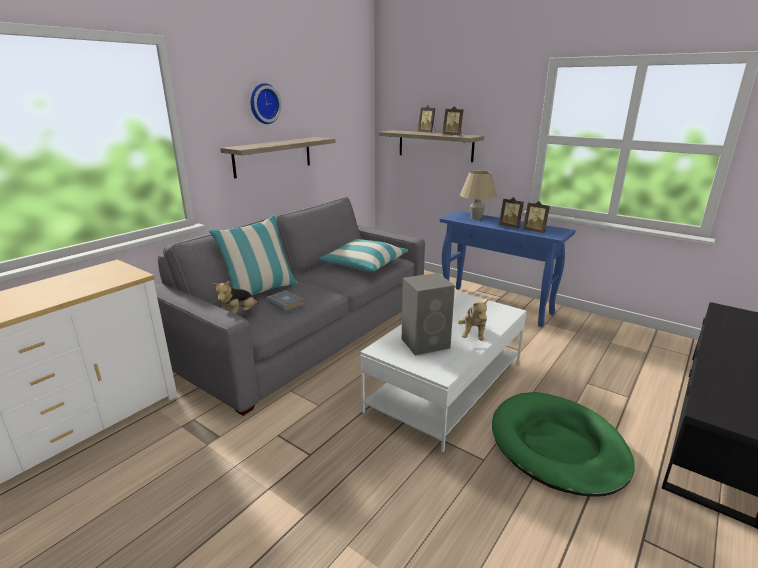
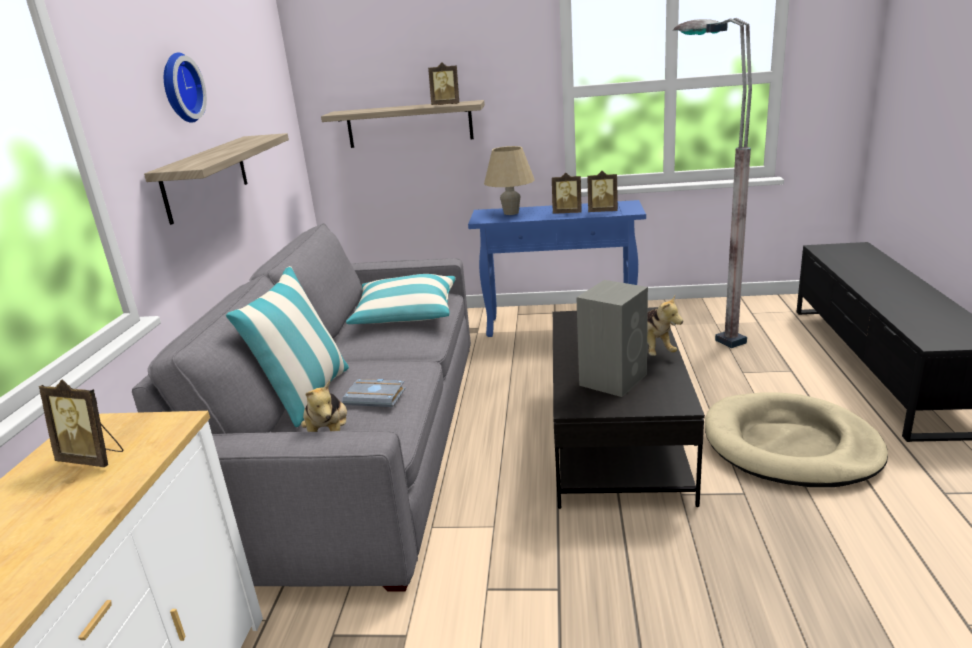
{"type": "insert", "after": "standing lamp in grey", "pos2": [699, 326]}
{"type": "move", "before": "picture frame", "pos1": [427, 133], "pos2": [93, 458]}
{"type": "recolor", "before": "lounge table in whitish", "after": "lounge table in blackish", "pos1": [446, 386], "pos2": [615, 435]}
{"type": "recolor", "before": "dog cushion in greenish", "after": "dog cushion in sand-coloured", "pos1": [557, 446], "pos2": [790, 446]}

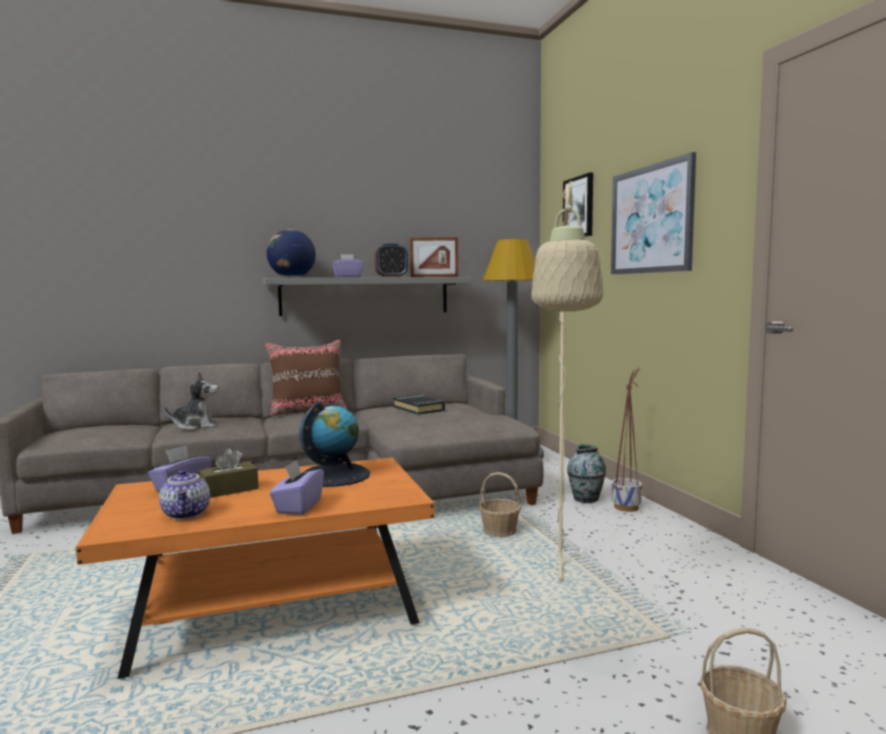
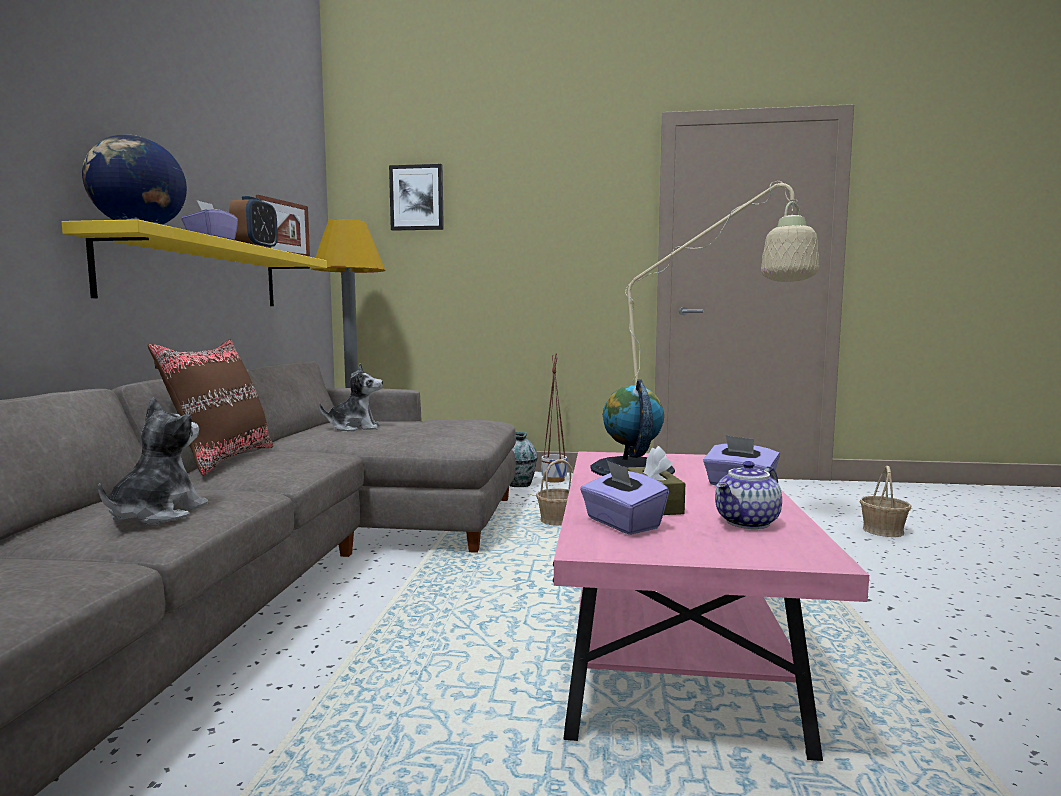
{"type": "delete", "before": "wall art", "pos1": [651, 219]}
{"type": "replace", "before": "bound book in blackish", "after": "cuddly toy", "pos1": [419, 409], "pos2": [355, 428]}
{"type": "recolor", "before": "lounge table in orange", "after": "lounge table in pink", "pos1": [274, 612], "pos2": [670, 644]}
{"type": "recolor", "before": "bracket shelf in grey", "after": "bracket shelf in yellowish", "pos1": [365, 296], "pos2": [199, 274]}
{"type": "rotate", "before": "teapot", "pos1": [187, 514], "pos2": [748, 523], "turn": 135}

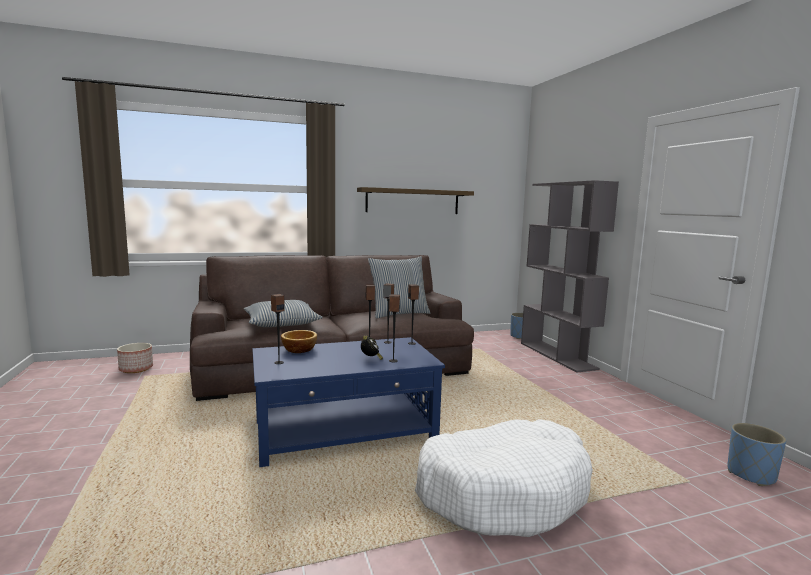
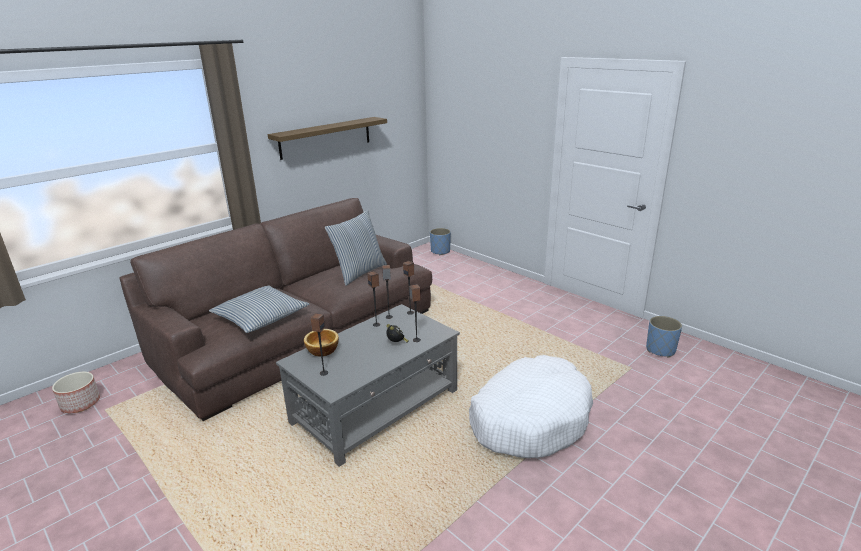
{"type": "delete", "before": "bookcase in grey", "pos1": [557, 355]}
{"type": "recolor", "before": "lounge table in blue", "after": "lounge table in grey", "pos1": [345, 431], "pos2": [377, 406]}

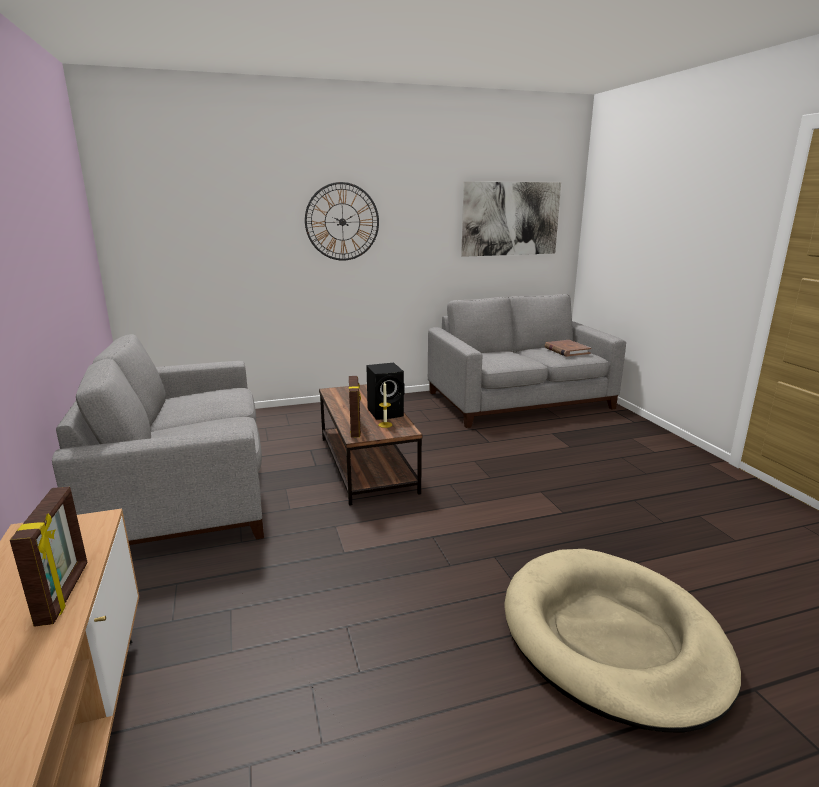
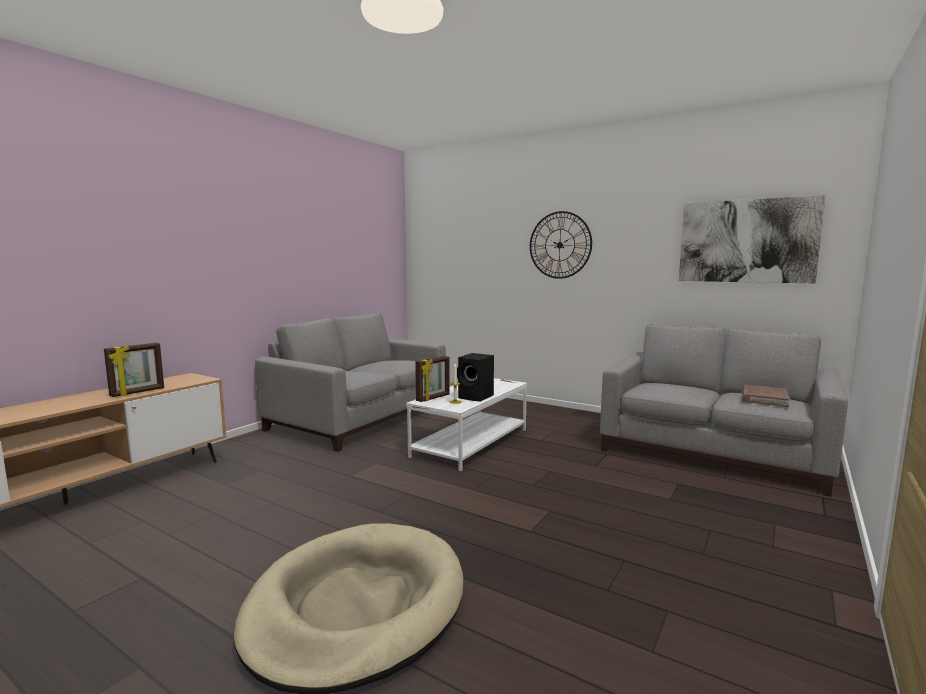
{"type": "recolor", "before": "lounge table in brown", "after": "lounge table in whitish", "pos1": [366, 464], "pos2": [471, 442]}

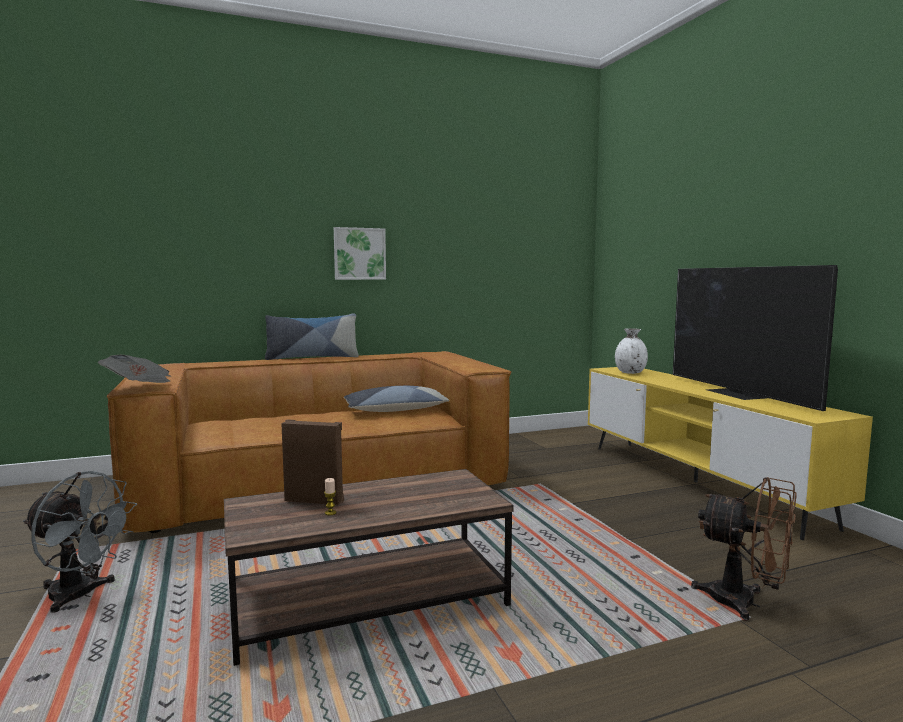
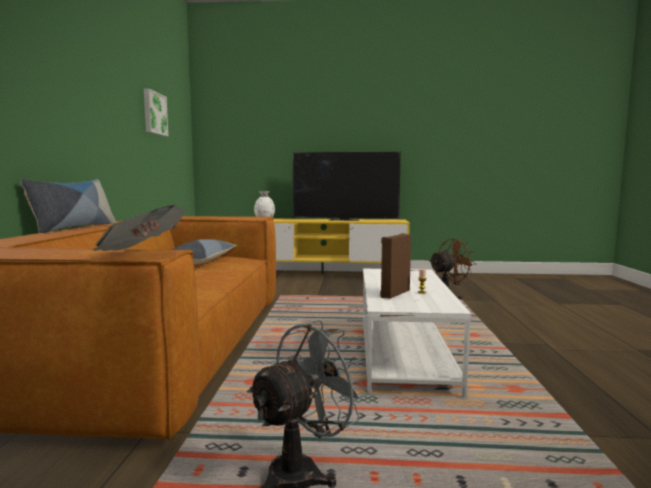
{"type": "move", "before": "wall art", "pos1": [359, 254], "pos2": [154, 113]}
{"type": "recolor", "before": "lounge table in brown", "after": "lounge table in whitish", "pos1": [369, 601], "pos2": [403, 355]}

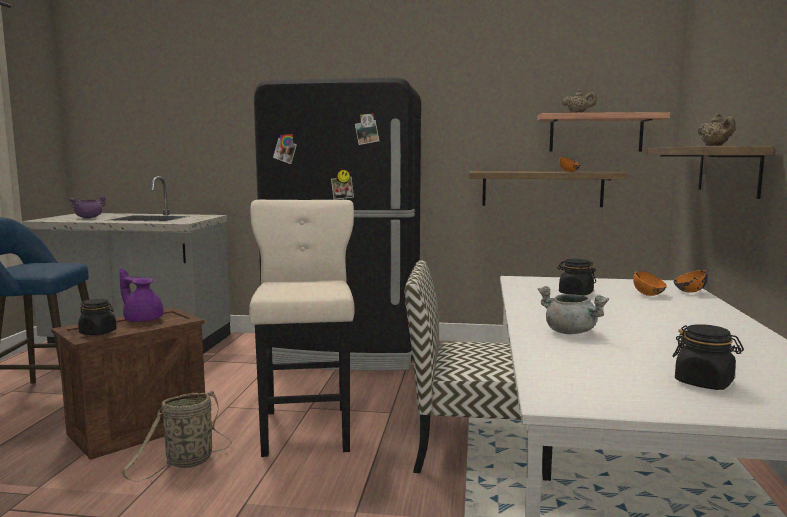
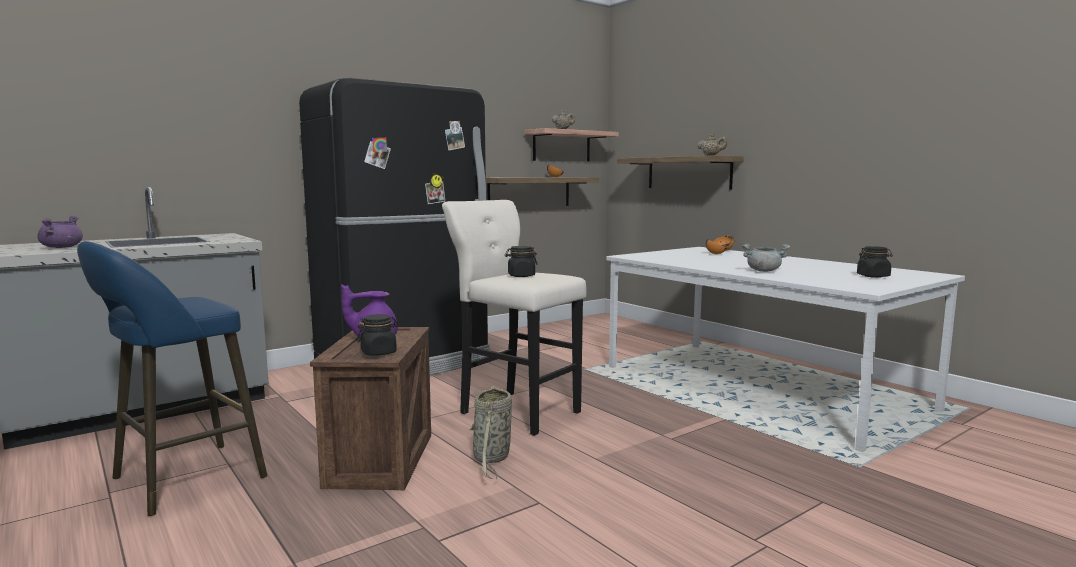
{"type": "delete", "before": "plain chair", "pos1": [476, 448]}
{"type": "move", "before": "storage jar in blackish", "pos1": [575, 293], "pos2": [521, 276]}

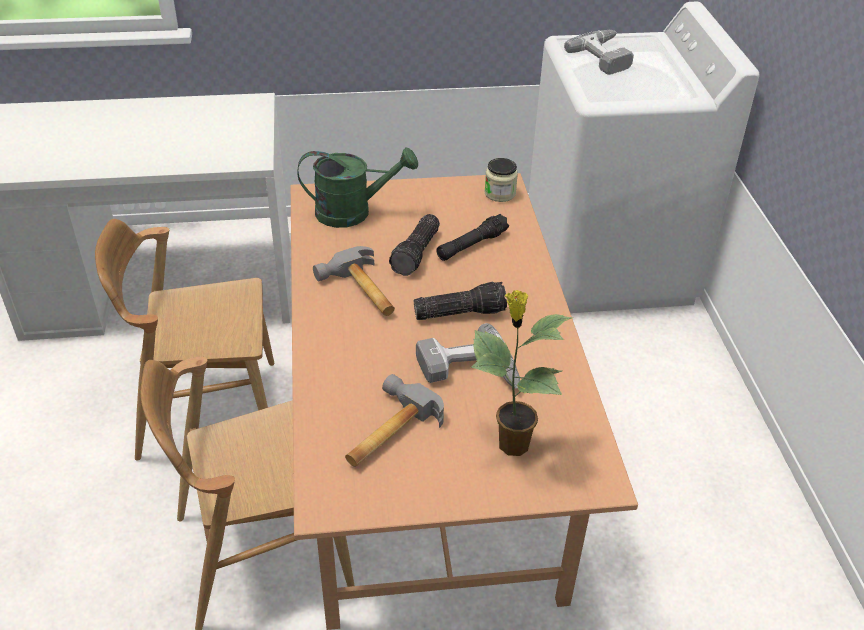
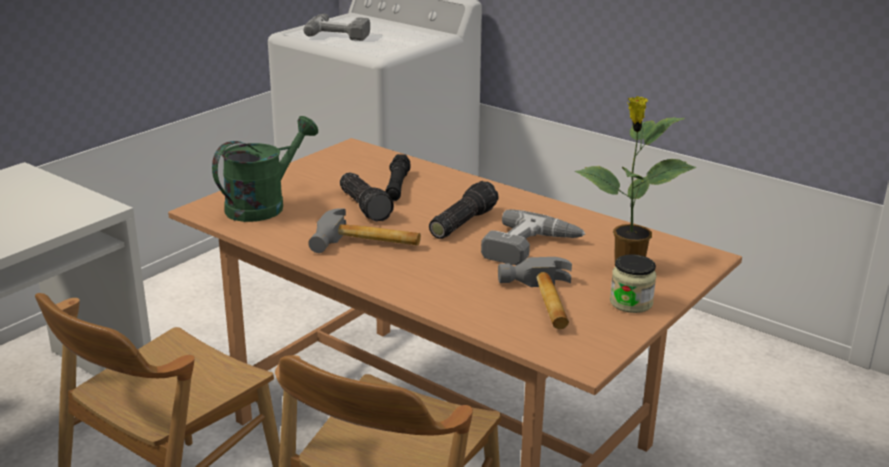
{"type": "move", "before": "storage jar", "pos1": [500, 193], "pos2": [631, 303]}

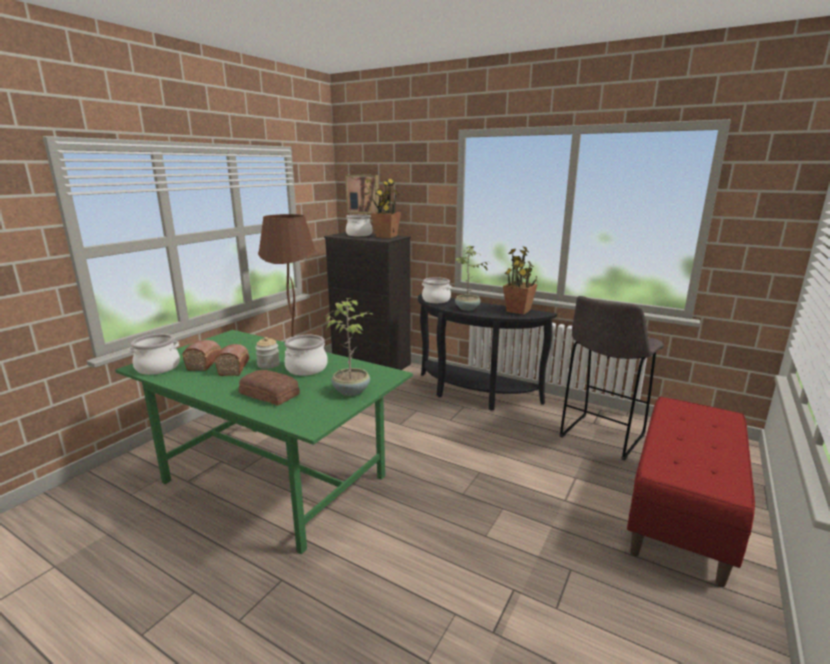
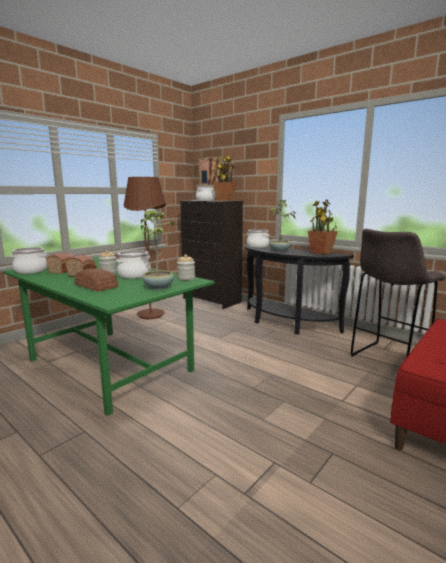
{"type": "insert", "after": "storage jar", "pos2": [186, 278]}

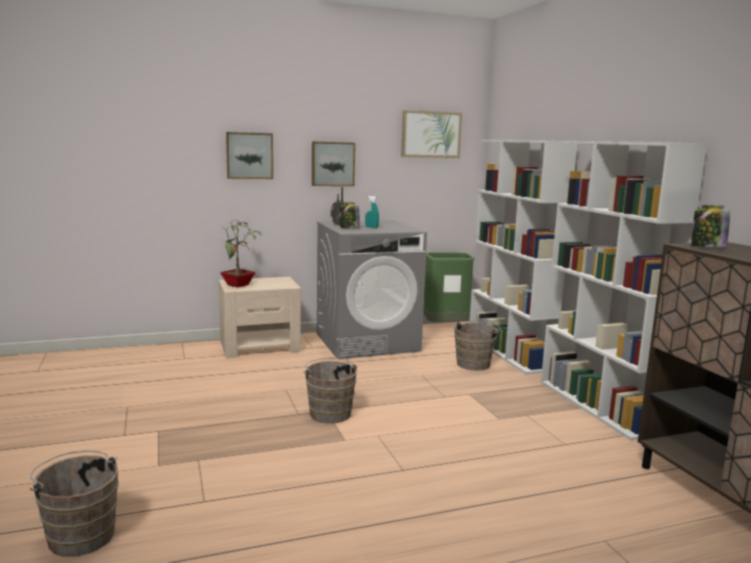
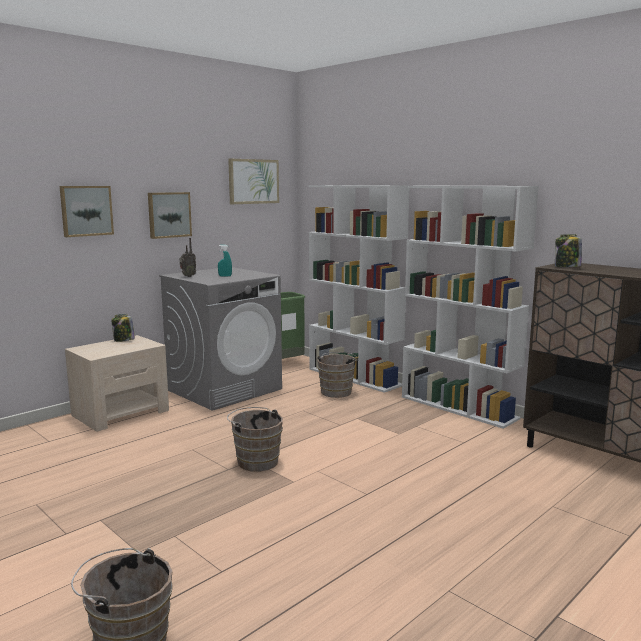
{"type": "delete", "before": "houseplant", "pos1": [239, 285]}
{"type": "move", "before": "storage jar", "pos1": [349, 228], "pos2": [123, 340]}

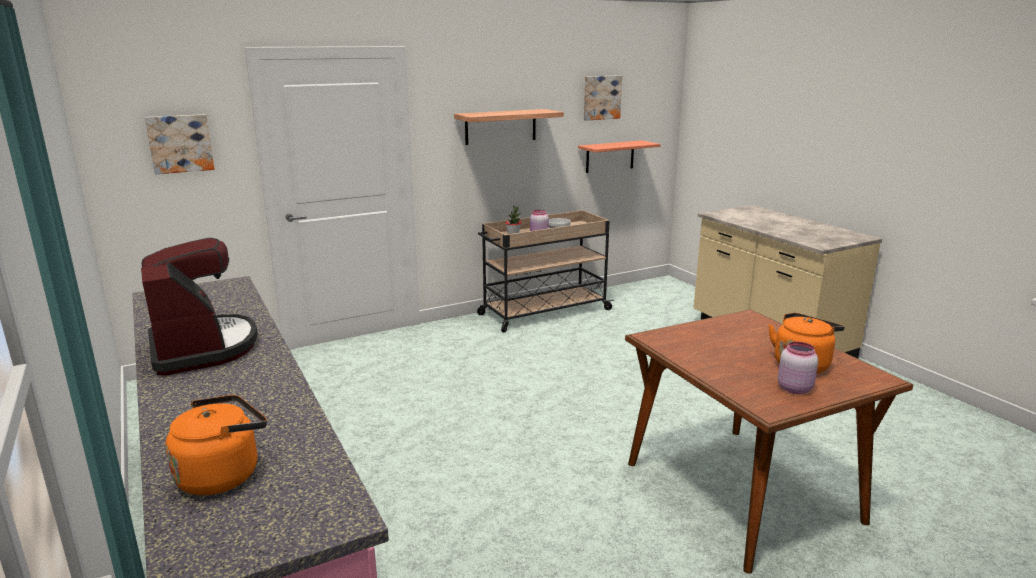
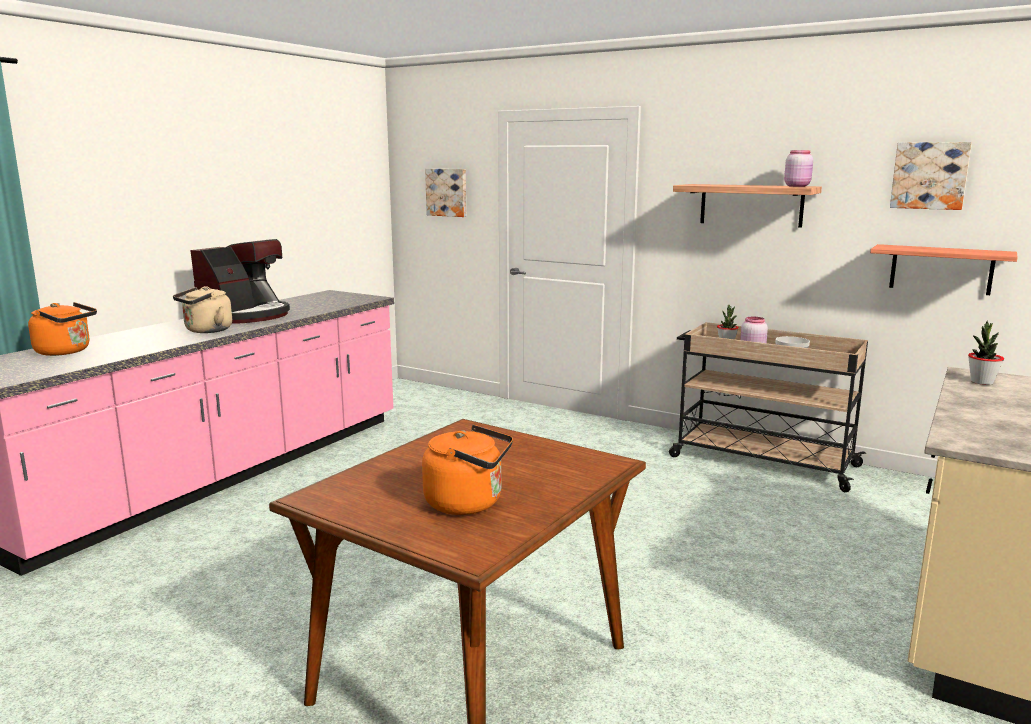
{"type": "insert", "after": "water kettle in sand-coloured", "pos2": [206, 331]}
{"type": "insert", "after": "houseplant", "pos2": [981, 382]}
{"type": "move", "before": "storage jar in pink", "pos1": [793, 388], "pos2": [797, 186]}

